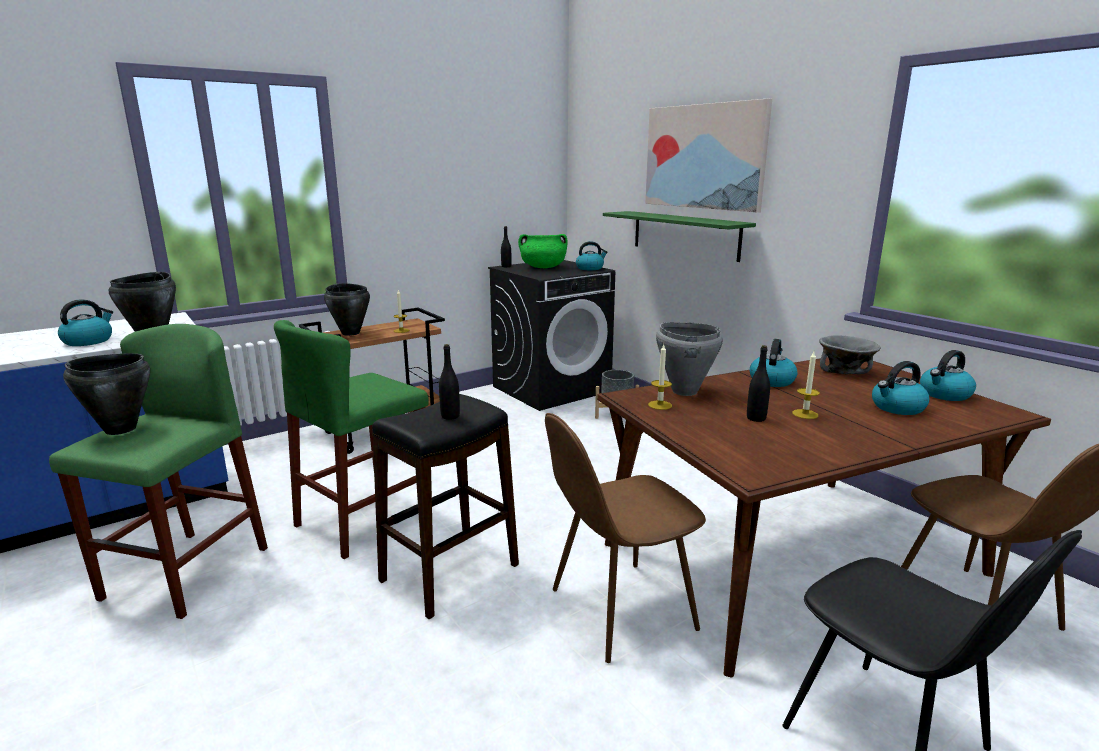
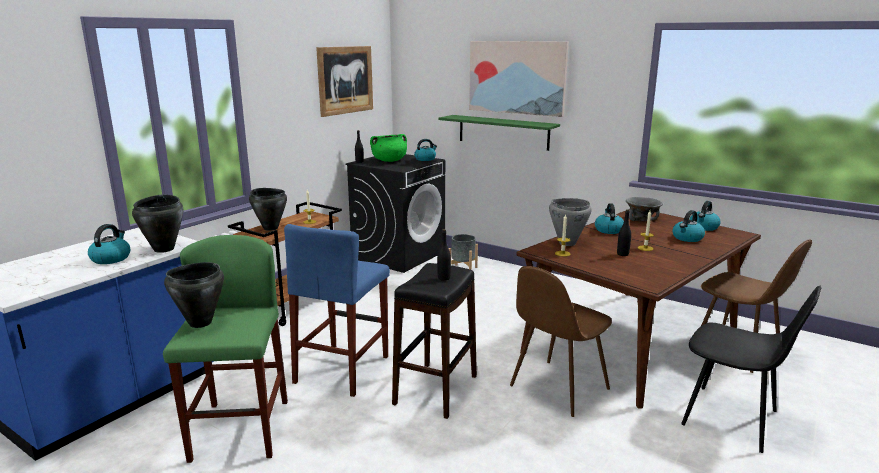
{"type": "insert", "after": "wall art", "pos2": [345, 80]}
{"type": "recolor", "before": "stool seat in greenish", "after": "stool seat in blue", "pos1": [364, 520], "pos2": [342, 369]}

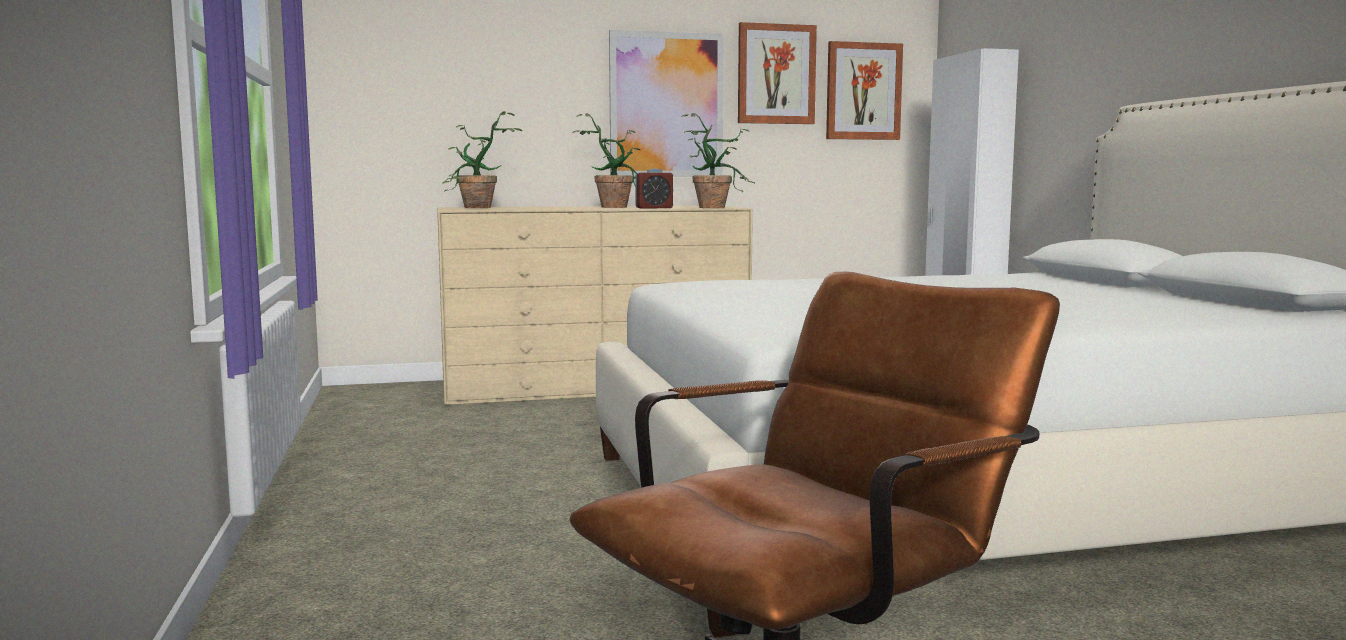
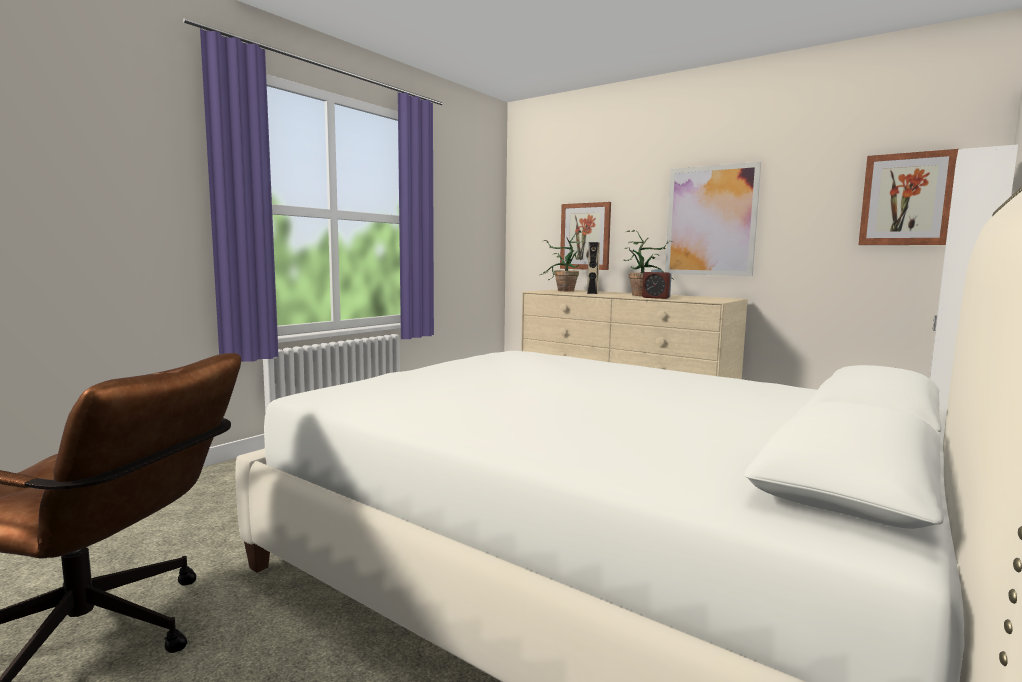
{"type": "delete", "before": "houseplant", "pos1": [715, 207]}
{"type": "insert", "after": "speaker in sand-coloured", "pos2": [592, 293]}
{"type": "move", "before": "wall art", "pos1": [776, 74], "pos2": [585, 236]}

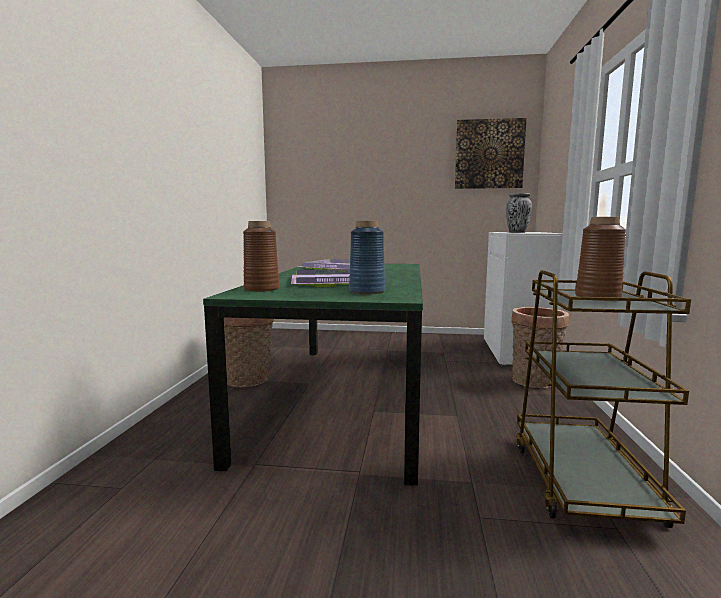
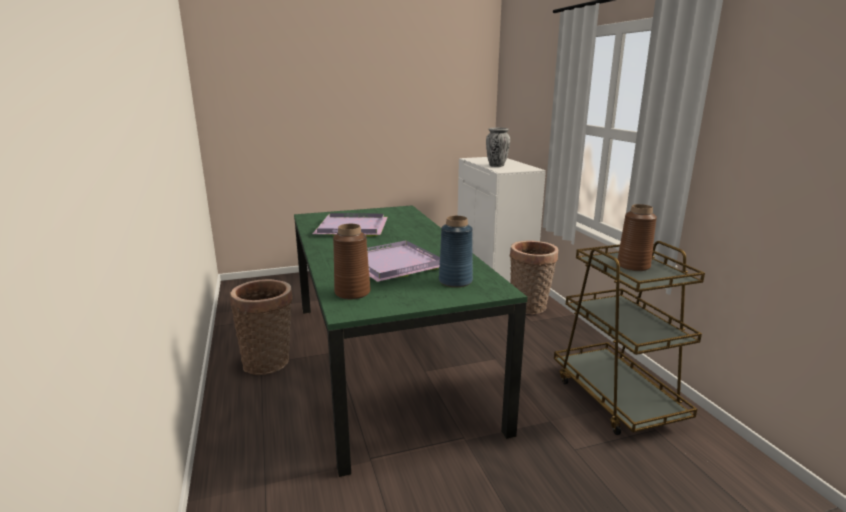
{"type": "delete", "before": "wall art", "pos1": [489, 154]}

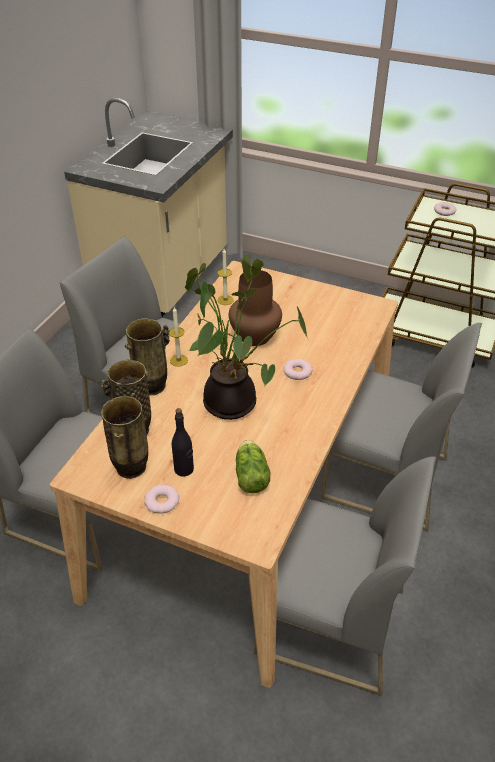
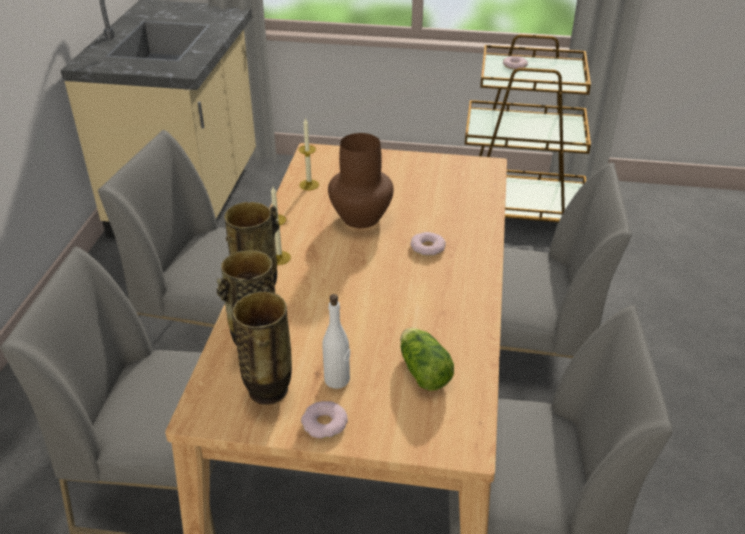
{"type": "delete", "before": "houseplant", "pos1": [234, 402]}
{"type": "recolor", "before": "beverage bottle in blackish", "after": "beverage bottle in whitish", "pos1": [184, 469], "pos2": [337, 380]}

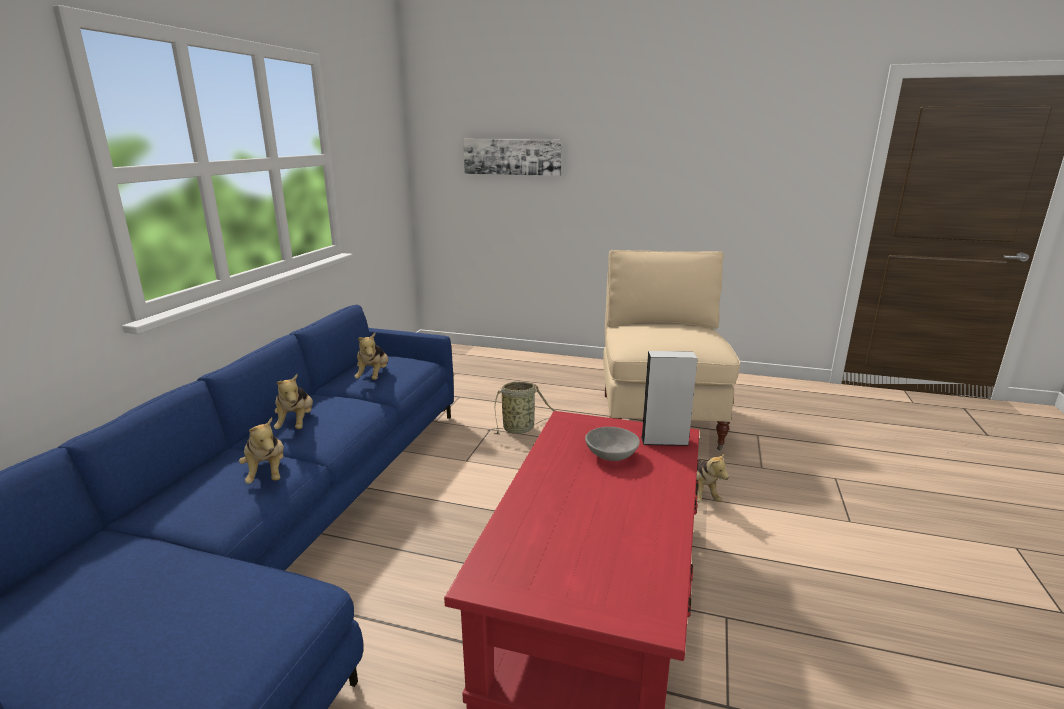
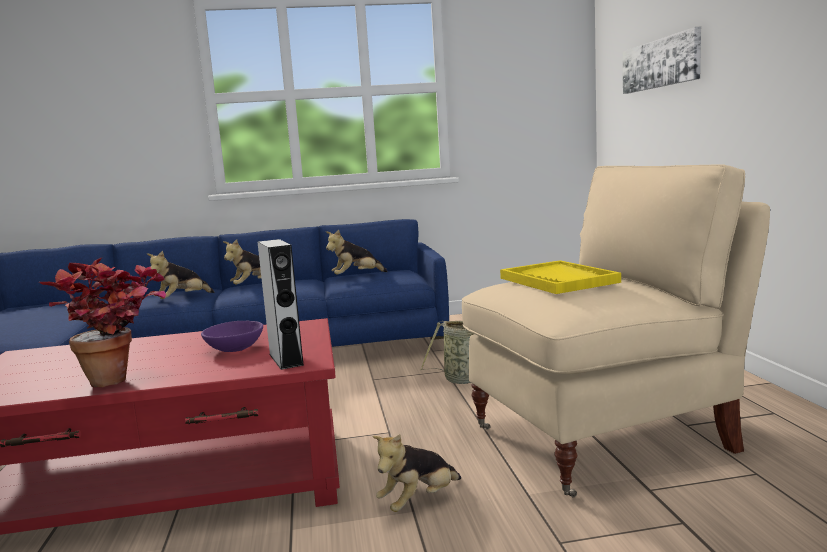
{"type": "insert", "after": "houseplant", "pos2": [122, 382]}
{"type": "insert", "after": "tray in yellowish", "pos2": [558, 280]}
{"type": "recolor", "before": "bowl in grey", "after": "bowl in purple", "pos1": [611, 455], "pos2": [235, 349]}

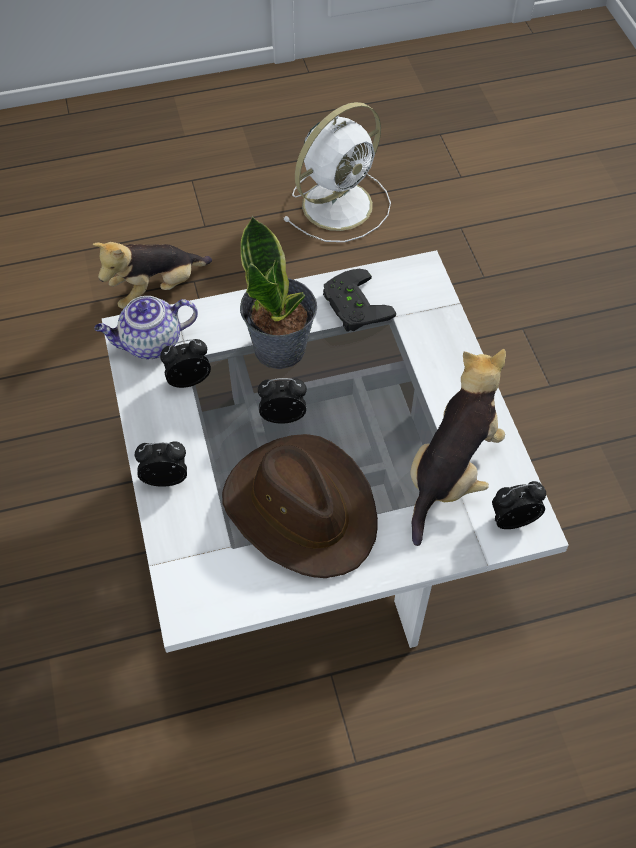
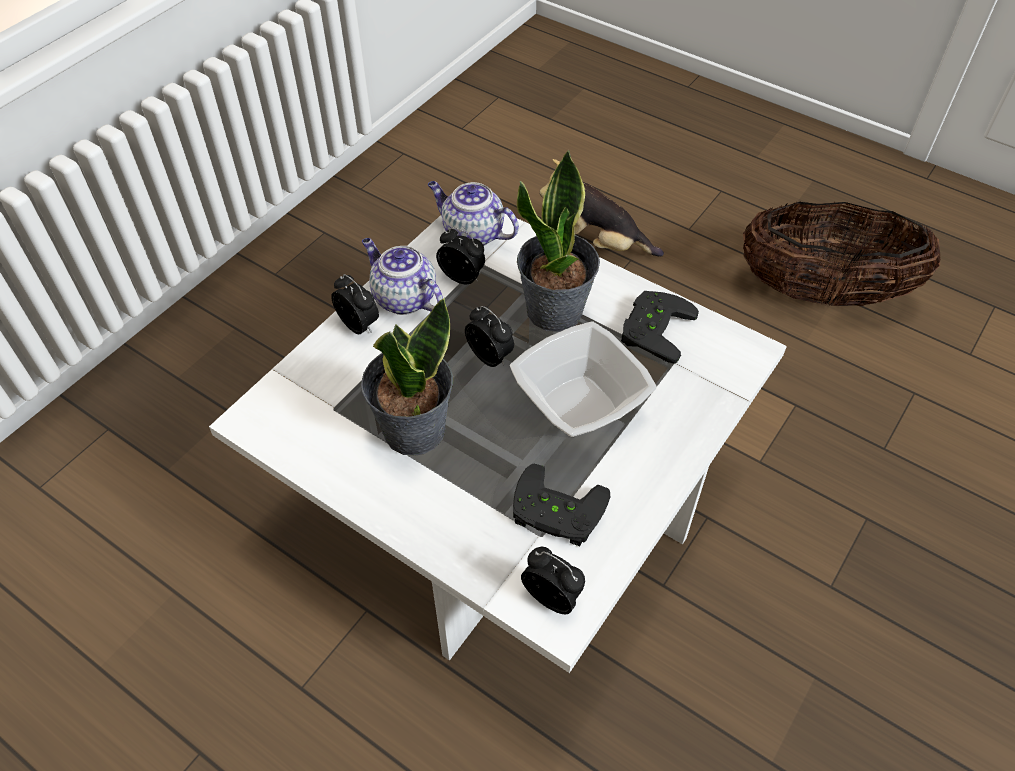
{"type": "insert", "after": "teapot", "pos2": [403, 298]}
{"type": "insert", "after": "bowl", "pos2": [580, 403]}
{"type": "replace", "before": "hat in brown", "after": "houseplant", "pos1": [302, 508], "pos2": [413, 429]}
{"type": "replace", "before": "cooling fan in whitish", "after": "storage basket", "pos1": [339, 203], "pos2": [823, 292]}
{"type": "replace", "before": "cuddly toy", "after": "gamepad in blackish", "pos1": [451, 472], "pos2": [555, 513]}

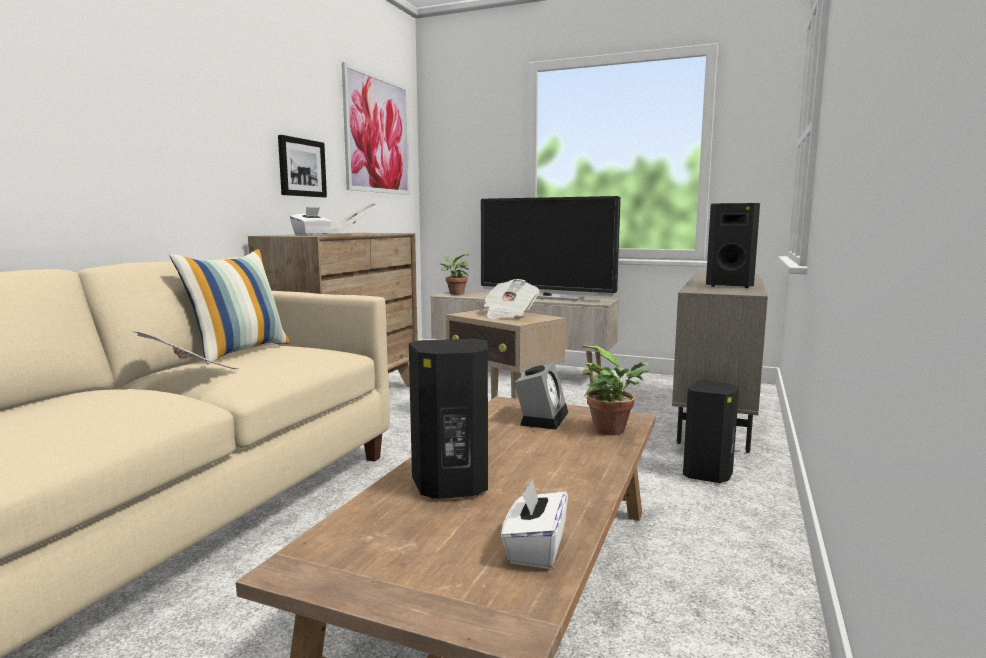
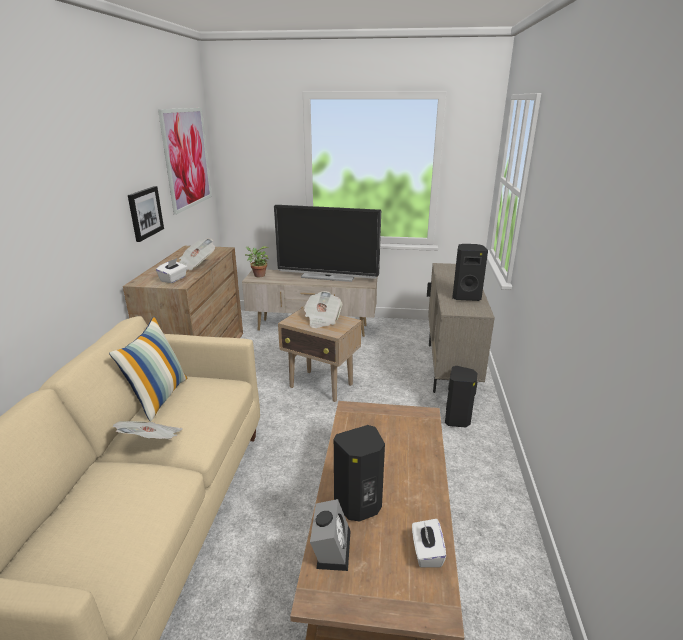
{"type": "delete", "before": "houseplant", "pos1": [613, 431]}
{"type": "move", "before": "bedside clock", "pos1": [542, 417], "pos2": [331, 547]}

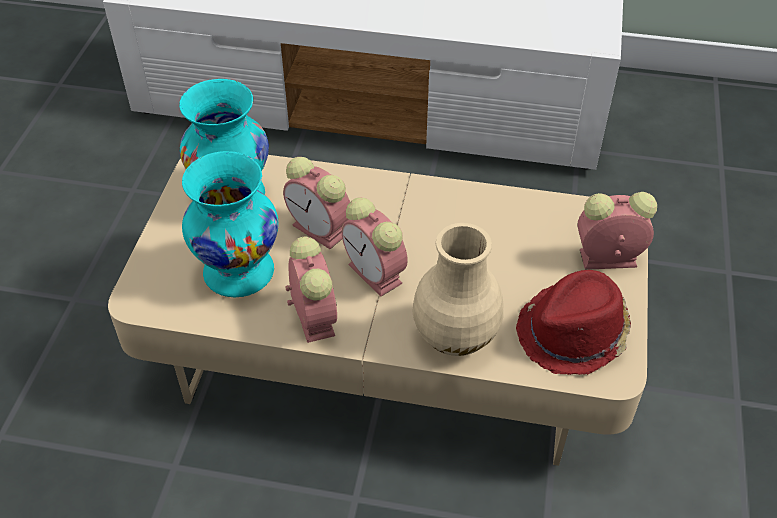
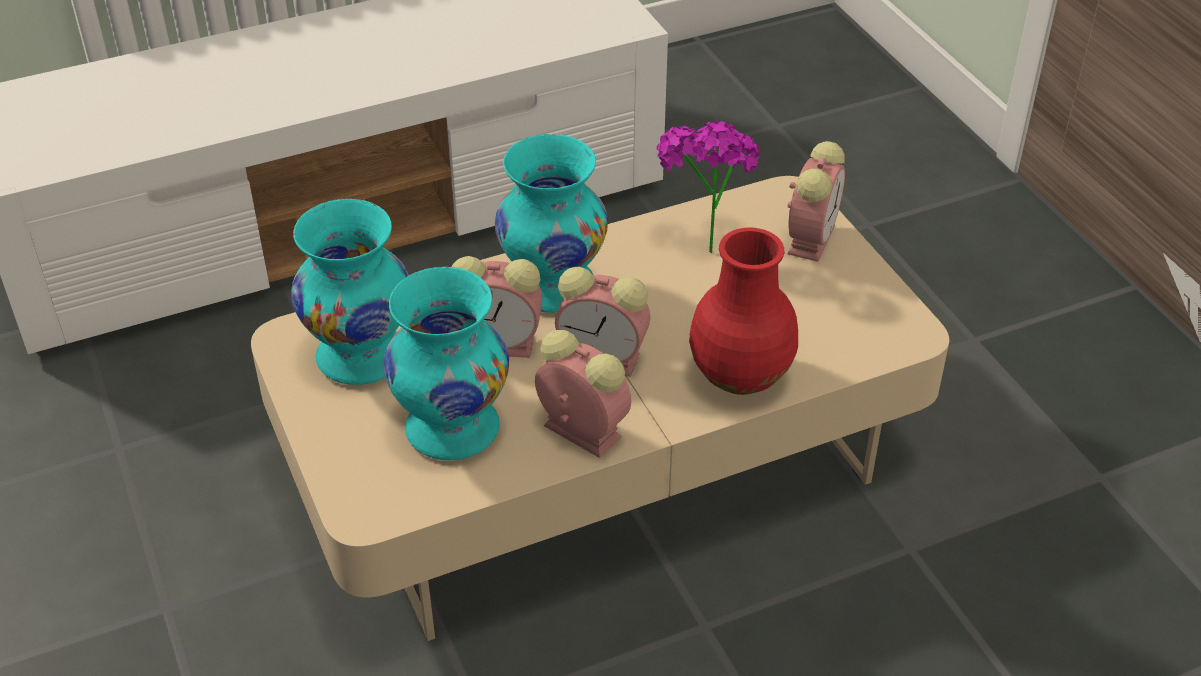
{"type": "delete", "before": "hat in reddish", "pos1": [573, 334]}
{"type": "insert", "after": "flower vase in turquoise-coloured", "pos2": [553, 288]}
{"type": "insert", "after": "houseplant", "pos2": [703, 240]}
{"type": "recolor", "before": "flower vase in sand-coloured", "after": "flower vase in reddish", "pos1": [457, 336], "pos2": [741, 375]}
{"type": "rotate", "before": "bedside clock", "pos1": [605, 259], "pos2": [811, 237], "turn": 150}

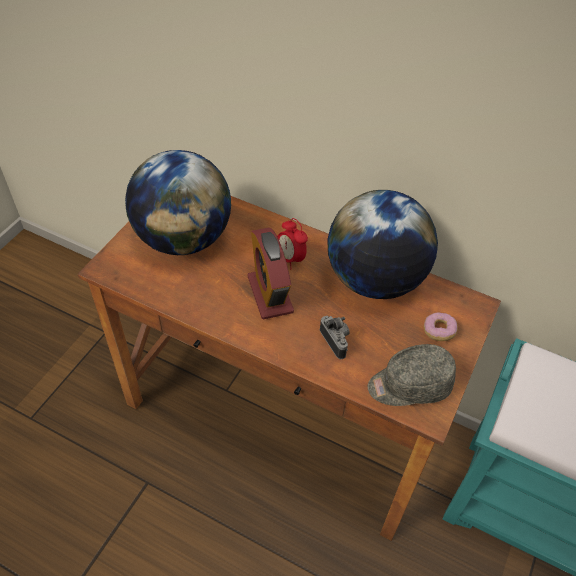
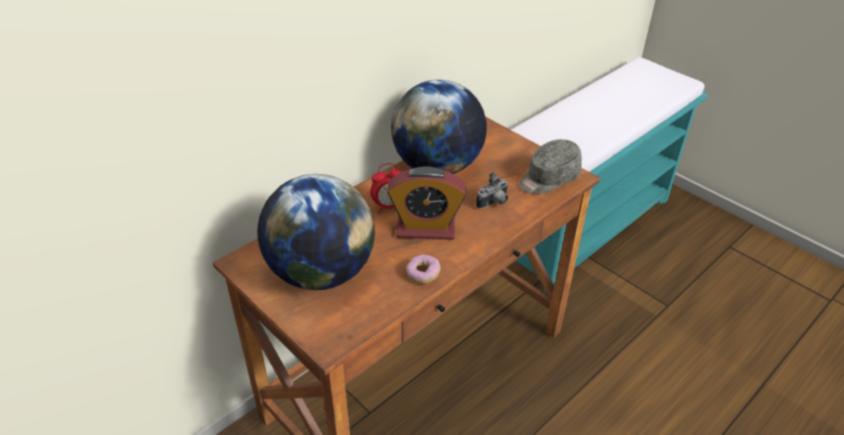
{"type": "move", "before": "donut", "pos1": [438, 331], "pos2": [423, 274]}
{"type": "rotate", "before": "still camera", "pos1": [336, 341], "pos2": [494, 203], "turn": 150}
{"type": "rotate", "before": "baseball cap in grey", "pos1": [409, 385], "pos2": [548, 178], "turn": 45}

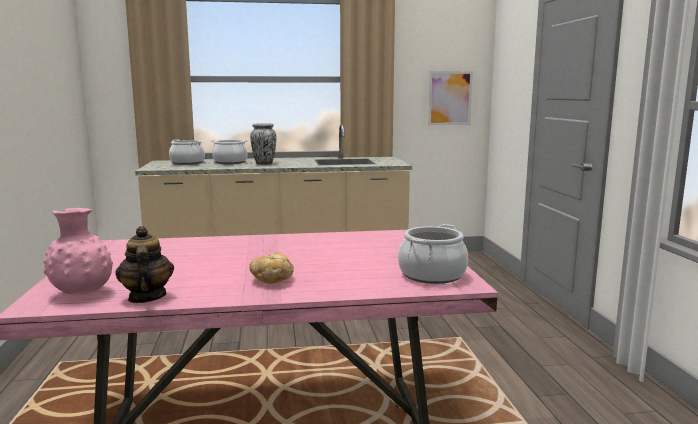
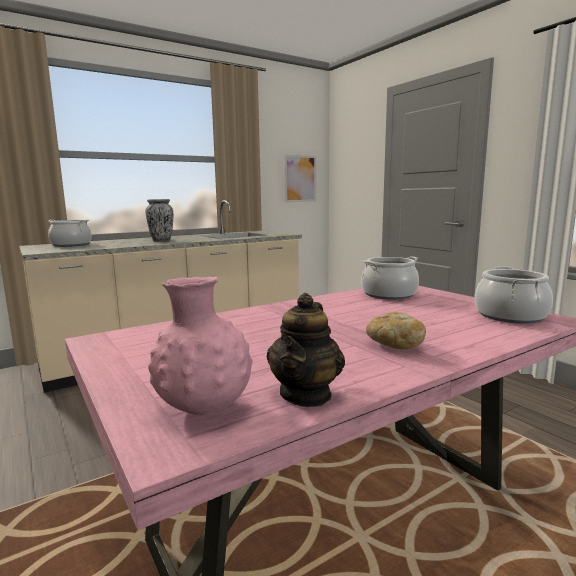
{"type": "move", "before": "cooking pot", "pos1": [230, 162], "pos2": [389, 294]}
{"type": "rotate", "before": "teapot", "pos1": [146, 297], "pos2": [306, 394], "turn": -120}

